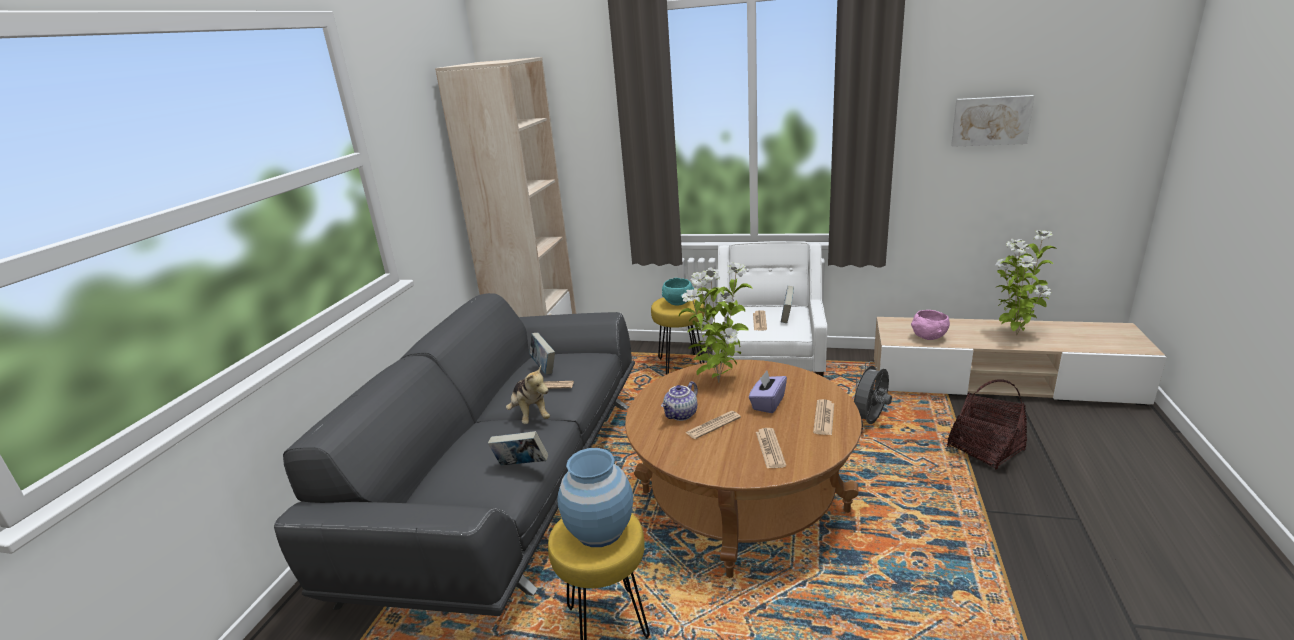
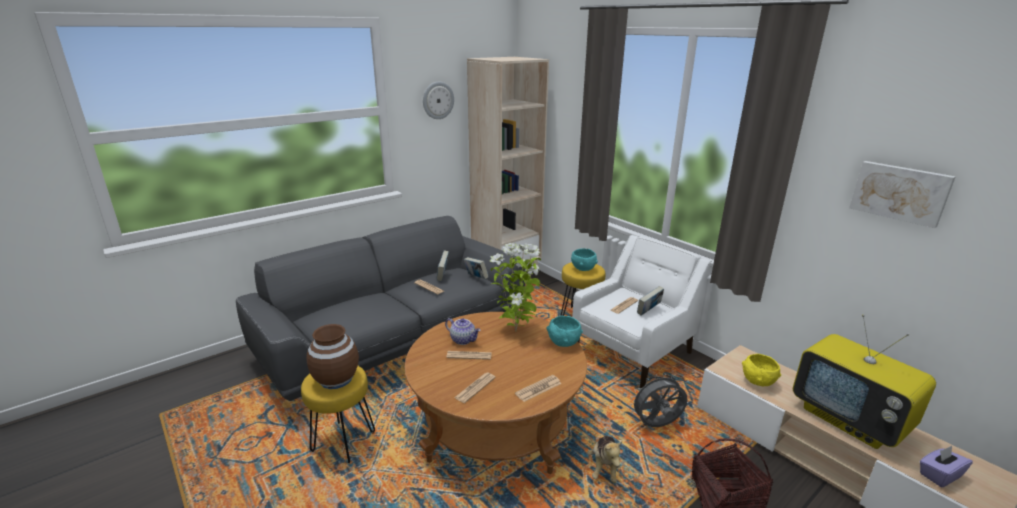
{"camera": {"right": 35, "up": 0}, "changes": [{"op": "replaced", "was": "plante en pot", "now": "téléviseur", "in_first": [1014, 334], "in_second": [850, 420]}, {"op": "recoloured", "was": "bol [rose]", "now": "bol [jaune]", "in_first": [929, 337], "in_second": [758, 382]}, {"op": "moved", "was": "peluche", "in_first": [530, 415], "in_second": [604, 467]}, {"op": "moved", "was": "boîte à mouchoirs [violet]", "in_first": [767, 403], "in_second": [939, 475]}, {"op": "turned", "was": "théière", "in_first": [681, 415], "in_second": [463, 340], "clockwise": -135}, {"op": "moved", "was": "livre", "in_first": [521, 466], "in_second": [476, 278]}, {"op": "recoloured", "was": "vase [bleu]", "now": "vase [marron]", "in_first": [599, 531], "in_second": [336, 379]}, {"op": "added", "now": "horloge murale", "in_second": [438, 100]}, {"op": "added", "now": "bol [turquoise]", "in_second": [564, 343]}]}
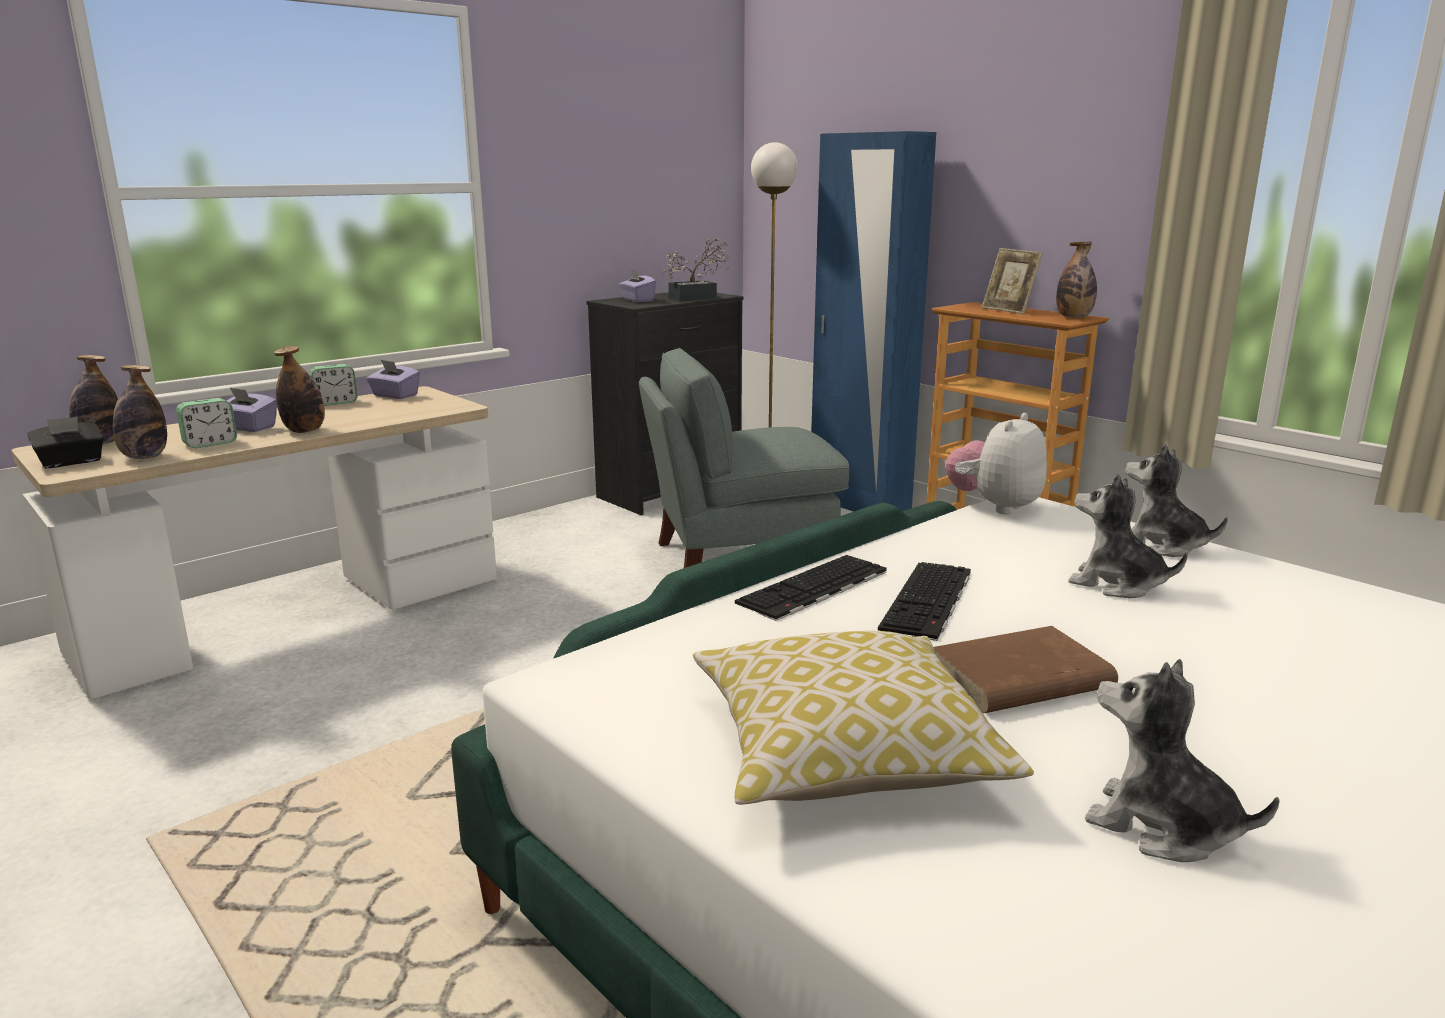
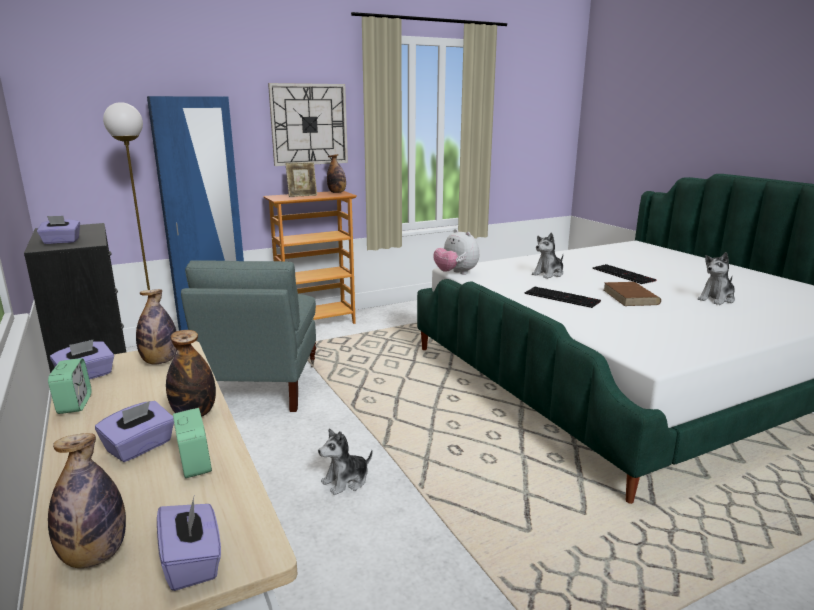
{"camera": {"right": -75, "up": 0}, "changes": [{"op": "removed", "was": "plante en pot", "in_first": [698, 298]}, {"op": "moved", "was": "bouteille", "in_first": [144, 457], "in_second": [160, 361]}, {"op": "recoloured", "was": "boîte à mouchoirs [noir]", "now": "boîte à mouchoirs [violet]", "in_first": [71, 462], "in_second": [193, 562]}, {"op": "moved", "was": "peluche", "in_first": [1162, 545], "in_second": [346, 481]}, {"op": "moved", "was": "clavier", "in_first": [814, 588], "in_second": [624, 274]}, {"op": "removed", "was": "coussin", "in_first": [842, 752]}, {"op": "added", "now": "horloge murale", "in_second": [309, 124]}]}
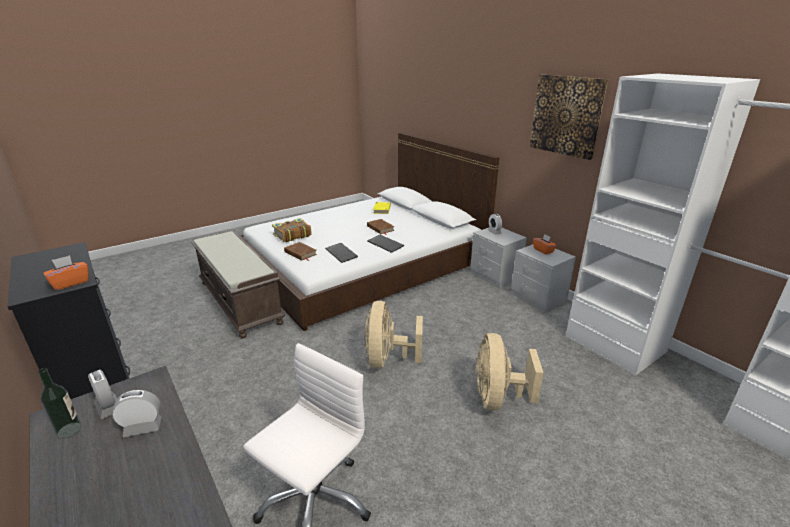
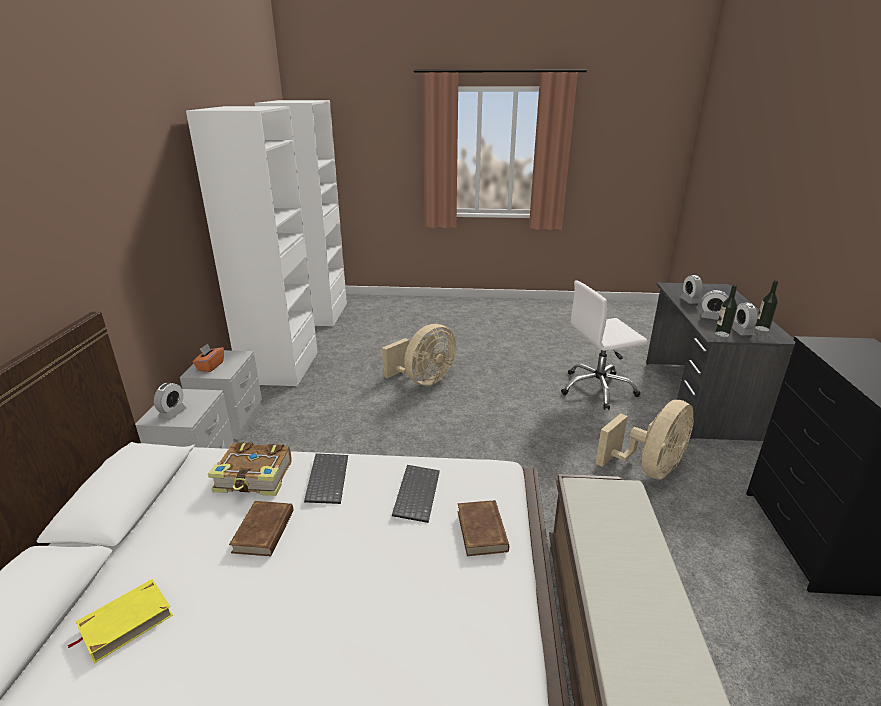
{"camera": {"right": -140, "up": 0}, "changes": [{"op": "removed", "was": "tableau", "in_first": [566, 116]}, {"op": "moved", "was": "livre", "in_first": [292, 235], "in_second": [255, 478]}, {"op": "removed", "was": "boîte à mouchoirs [orange]", "in_first": [70, 283]}, {"op": "moved", "was": "ventilateur [beige]", "in_first": [387, 359], "in_second": [648, 469]}, {"op": "added", "now": "réveil", "in_second": [689, 300]}, {"op": "added", "now": "bouteille", "in_second": [722, 334]}]}
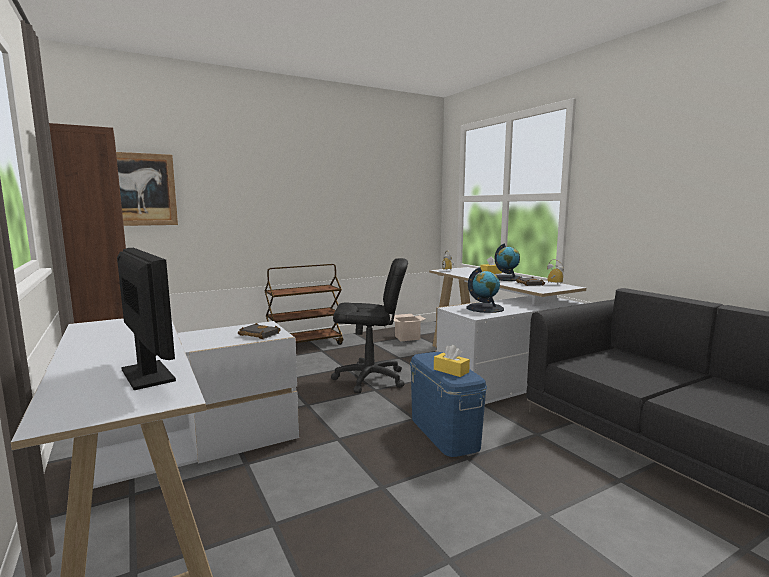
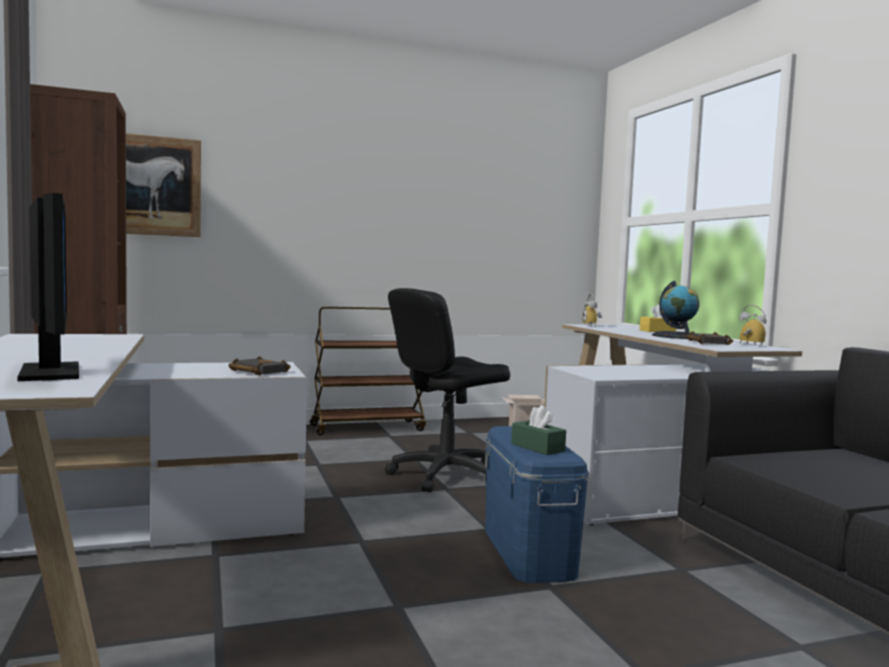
{"camera": {"right": 10, "up": -5}, "changes": [{"op": "turned", "was": "chaise de bureau [noir]", "in_first": [370, 379], "in_second": [445, 475], "clockwise": 135}, {"op": "removed", "was": "globe", "in_first": [485, 308]}, {"op": "recoloured", "was": "boîte à mouchoirs [jaune]", "now": "boîte à mouchoirs [vert]", "in_first": [451, 371], "in_second": [537, 447]}]}
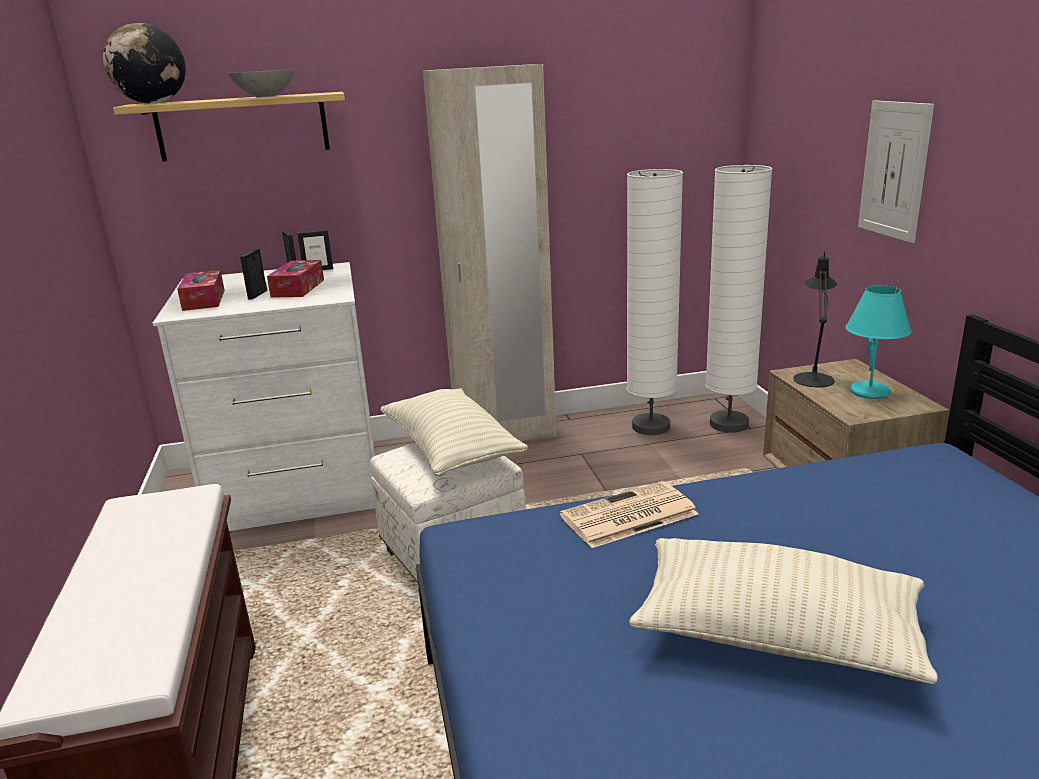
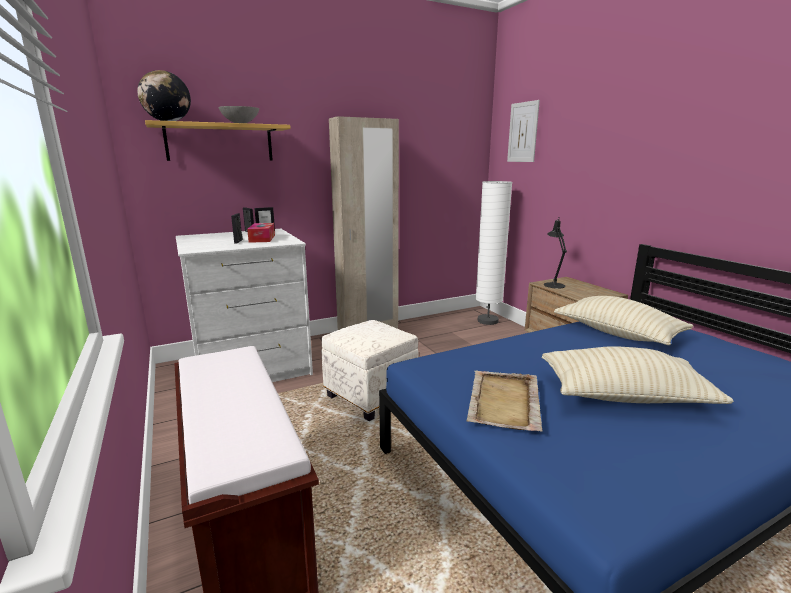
{"camera": {"right": -15, "up": -5}, "changes": [{"op": "moved", "was": "tableau", "in_first": [894, 170], "in_second": [523, 132]}, {"op": "removed", "was": "lampadaire [blanc]", "in_first": [651, 427]}, {"op": "removed", "was": "boîte à mouchoirs", "in_first": [204, 300]}, {"op": "removed", "was": "lampe de table [turquoise]", "in_first": [870, 392]}, {"op": "moved", "was": "coussin [beige]", "in_first": [451, 450], "in_second": [618, 334]}, {"op": "removed", "was": "journal", "in_first": [627, 516]}, {"op": "added", "now": "plateau [beige]", "in_second": [503, 402]}]}
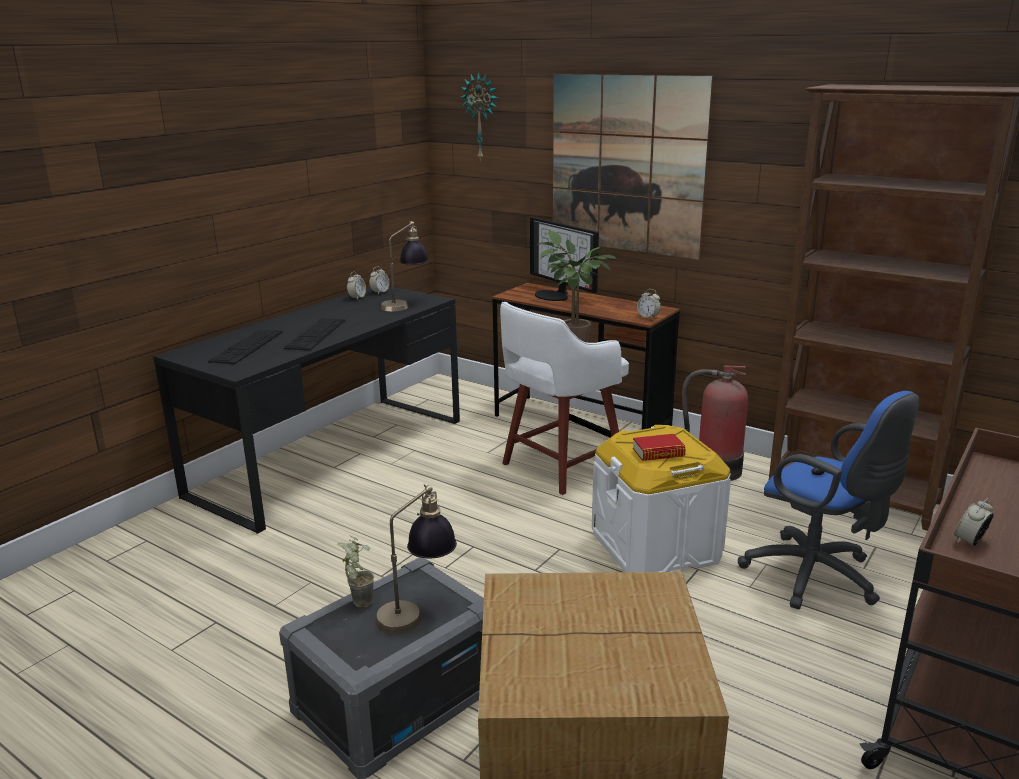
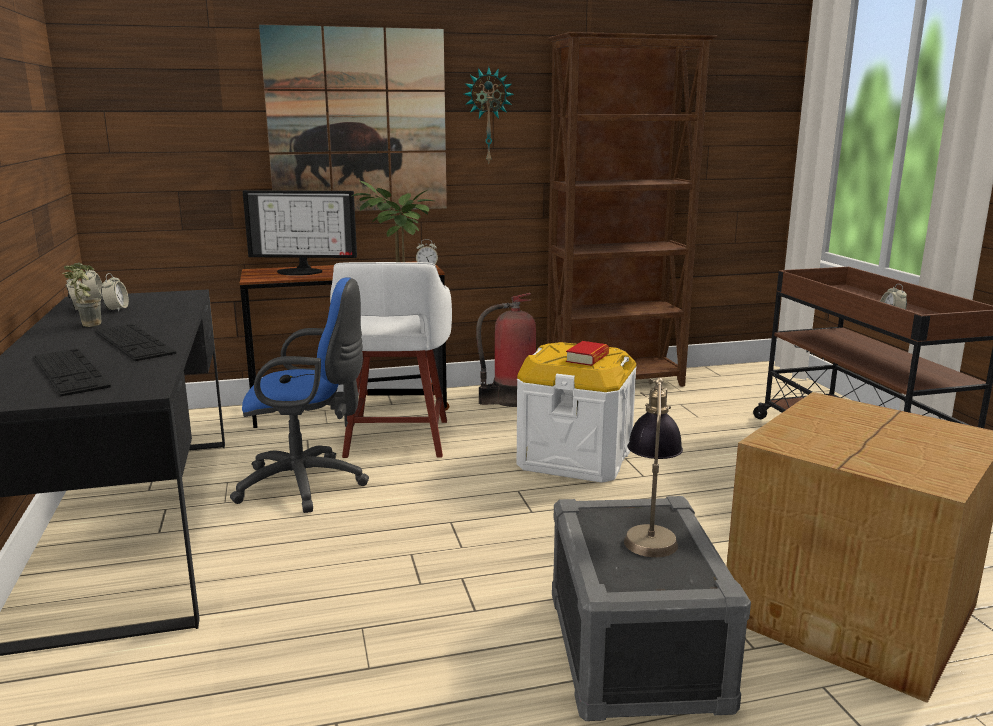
{"camera": {"right": -50, "up": -5}, "changes": [{"op": "moved", "was": "horloge murale", "in_first": [481, 116], "in_second": [487, 116]}, {"op": "removed", "was": "lampe de table", "in_first": [405, 305]}, {"op": "moved", "was": "chaise de bureau [bleu]", "in_first": [817, 577], "in_second": [308, 485]}, {"op": "moved", "was": "plante en pot", "in_first": [358, 599], "in_second": [85, 325]}, {"op": "added", "now": "réveil", "in_second": [117, 309]}]}
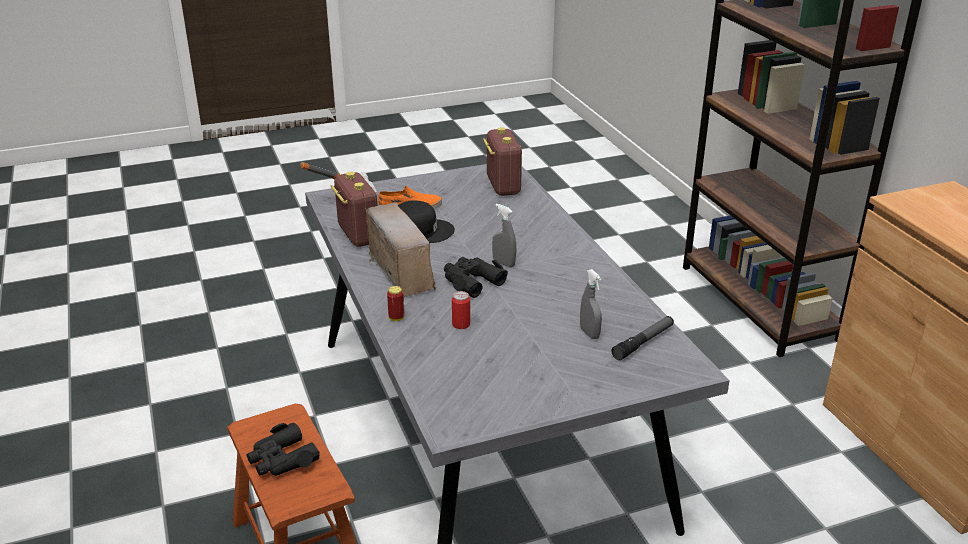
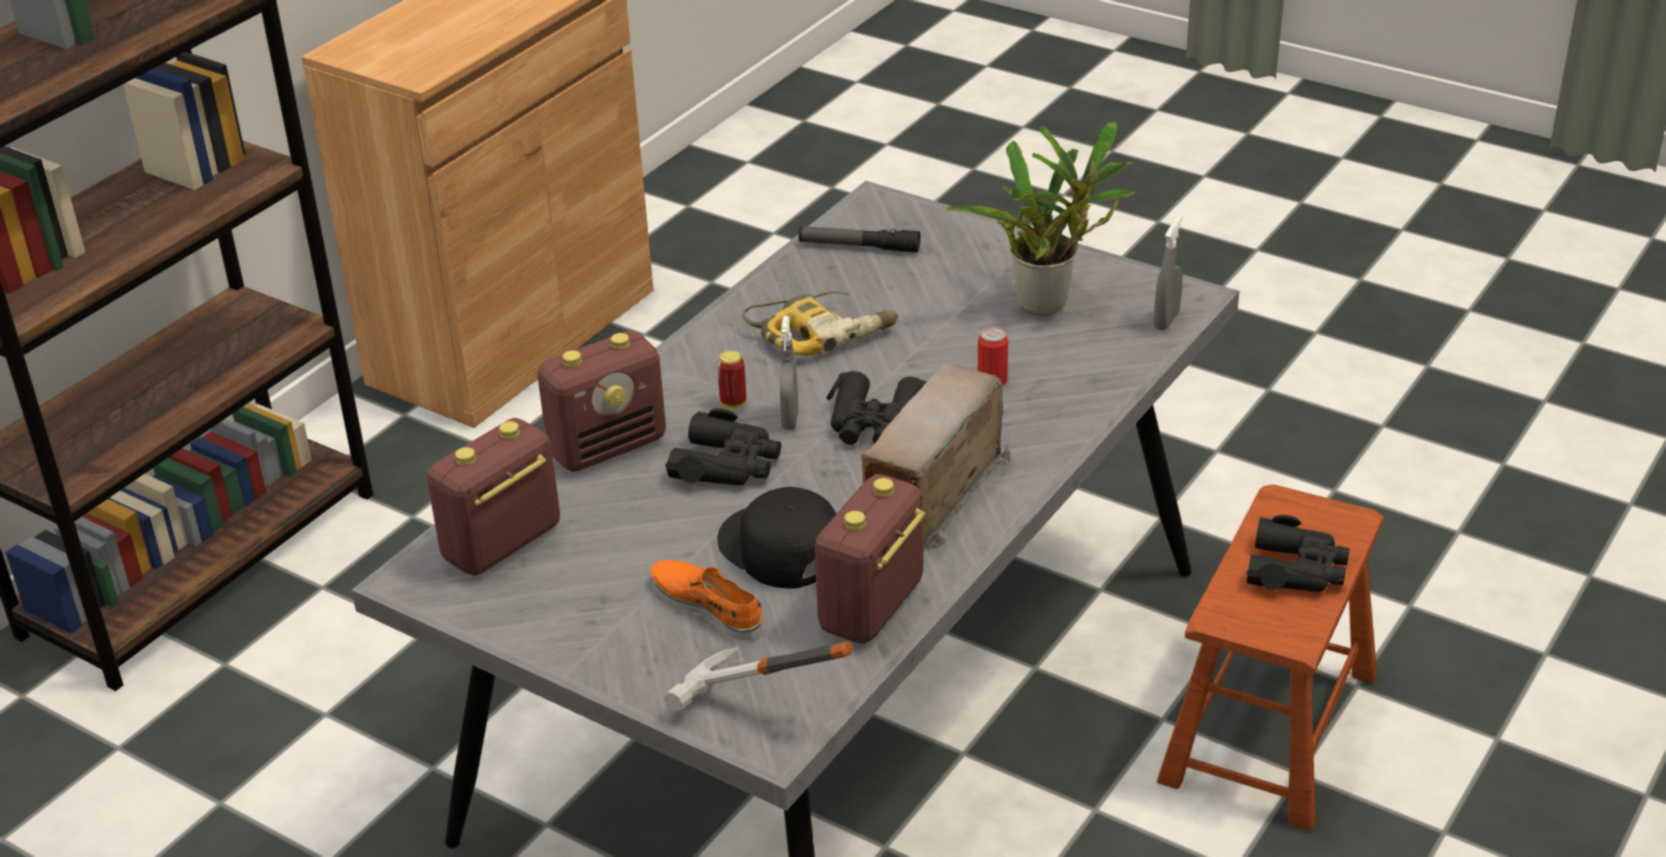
{"camera": {"right": -125, "up": 5}, "changes": [{"op": "moved", "was": "vaporisateur [gris]", "in_first": [589, 333], "in_second": [1166, 320]}, {"op": "moved", "was": "boîte métallique", "in_first": [396, 318], "in_second": [733, 403]}, {"op": "added", "now": "plante en pot", "in_second": [1049, 303]}, {"op": "added", "now": "perceuse", "in_second": [822, 332]}, {"op": "added", "now": "radio", "in_second": [608, 447]}, {"op": "added", "now": "jumelles [noir]", "in_second": [727, 464]}]}
